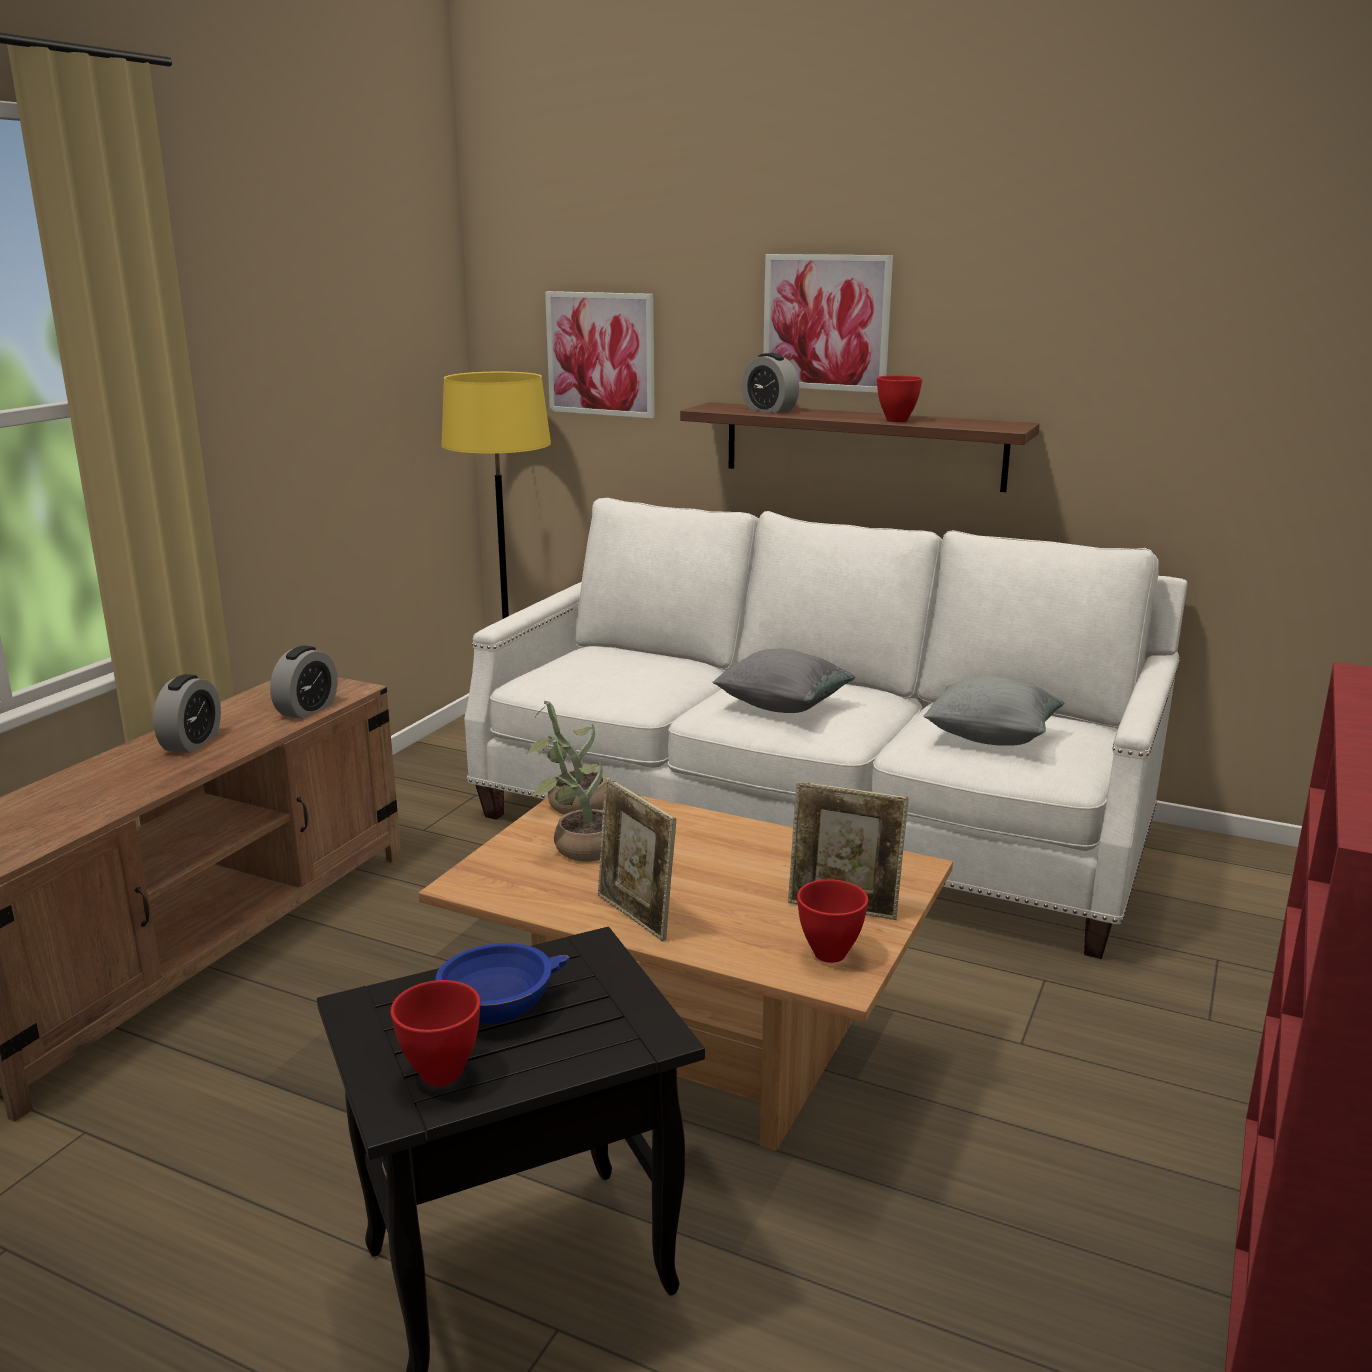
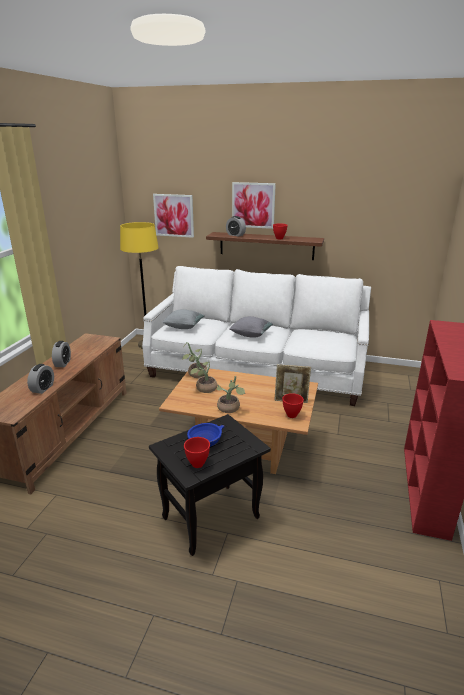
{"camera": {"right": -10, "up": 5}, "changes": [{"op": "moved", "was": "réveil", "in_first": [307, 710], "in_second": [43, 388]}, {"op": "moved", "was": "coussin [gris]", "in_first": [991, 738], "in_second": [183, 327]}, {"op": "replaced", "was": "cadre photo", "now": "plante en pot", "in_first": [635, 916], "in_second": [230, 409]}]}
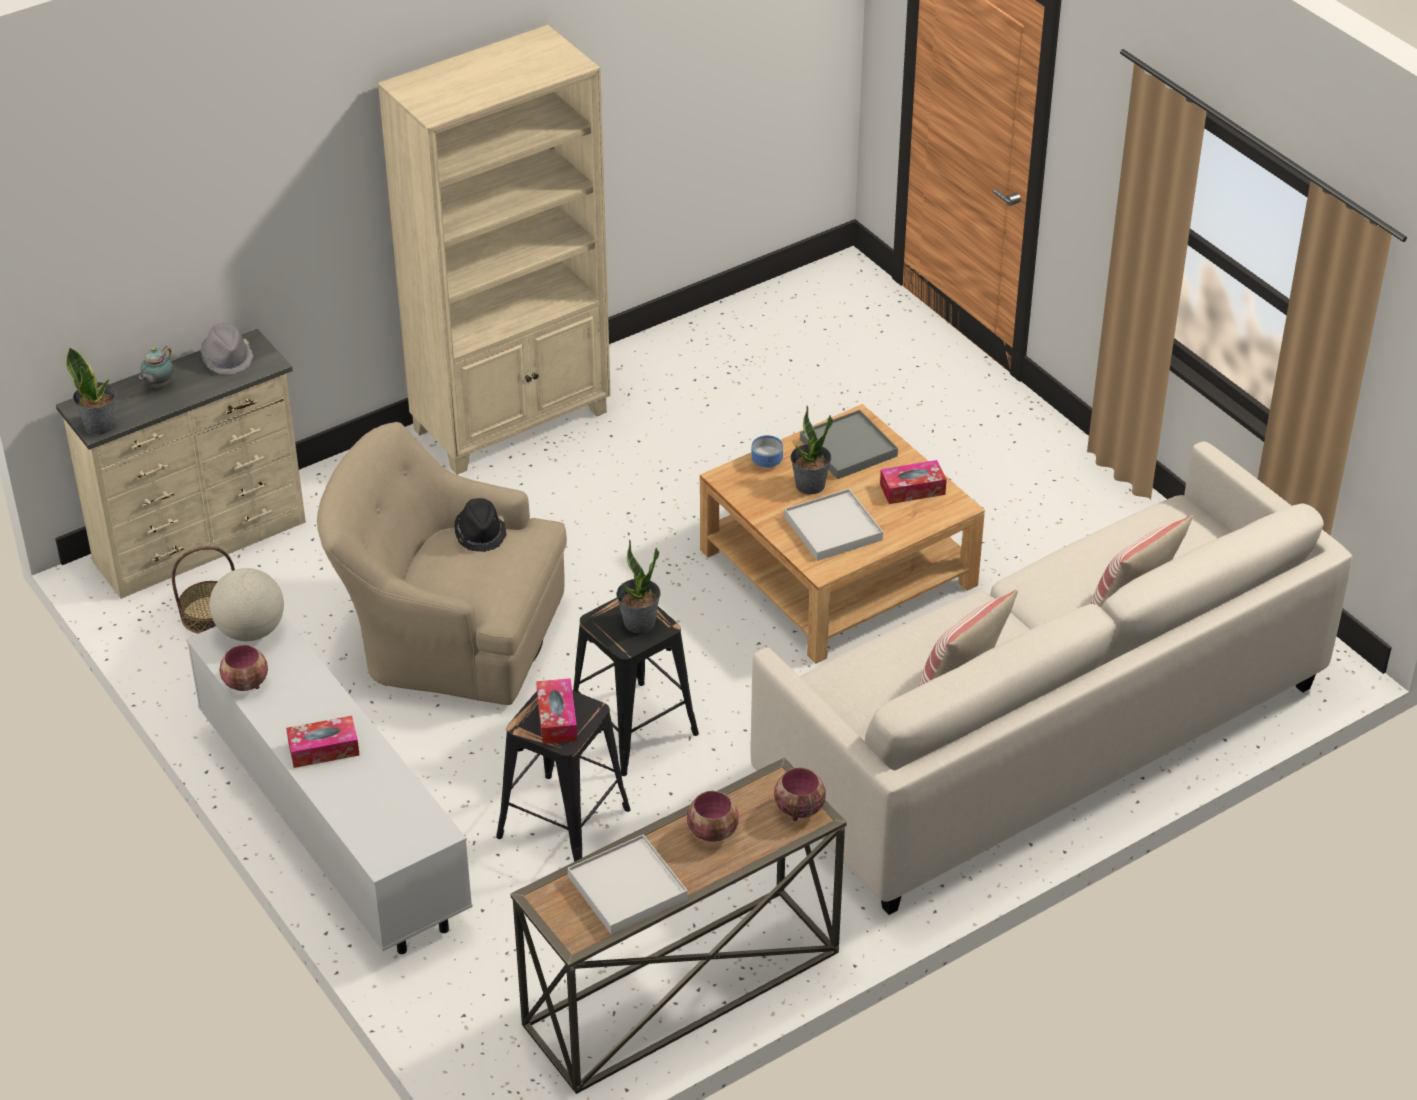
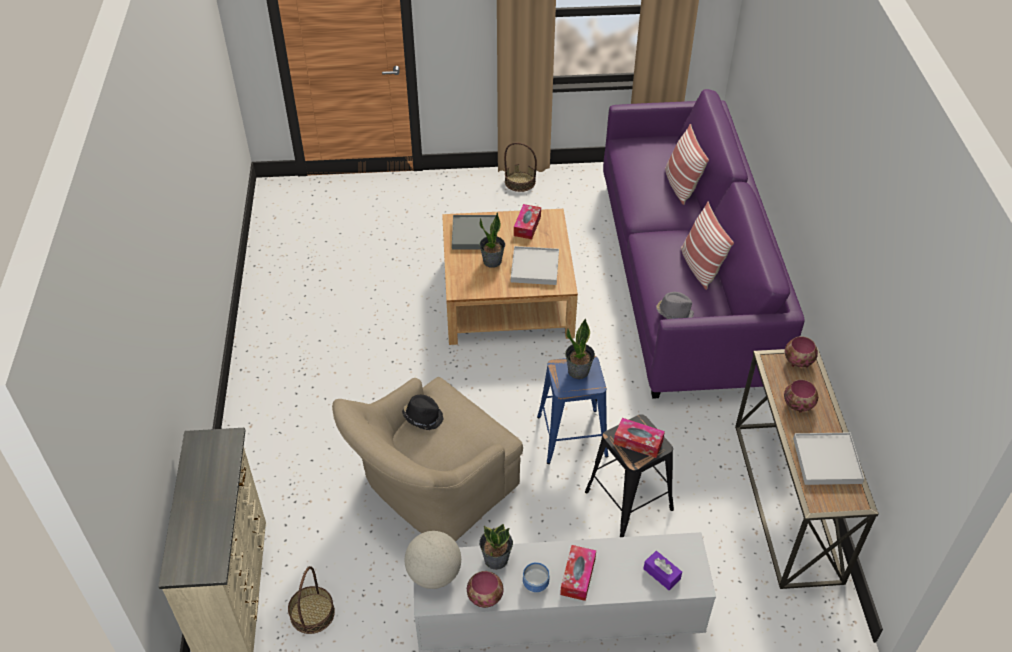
{"camera": {"right": -60, "up": 5}, "changes": [{"op": "removed", "was": "bibliothèque [beige]", "in_first": [513, 421]}, {"op": "moved", "was": "chapeau [gris]", "in_first": [227, 358], "in_second": [674, 313]}, {"op": "removed", "was": "théière", "in_first": [158, 385]}, {"op": "moved", "was": "plante en pot", "in_first": [100, 425], "in_second": [496, 558]}, {"op": "moved", "was": "bol", "in_first": [765, 462], "in_second": [535, 584]}, {"op": "recoloured", "was": "canapé [blanc]", "now": "canapé [violet]", "in_first": [1043, 735], "in_second": [684, 279]}, {"op": "recoloured", "was": "tabouret [noir]", "now": "tabouret [bleu]", "in_first": [631, 728], "in_second": [572, 436]}, {"op": "added", "now": "panier", "in_second": [520, 182]}, {"op": "added", "now": "boîte à mouchoirs [violet]", "in_second": [661, 574]}]}
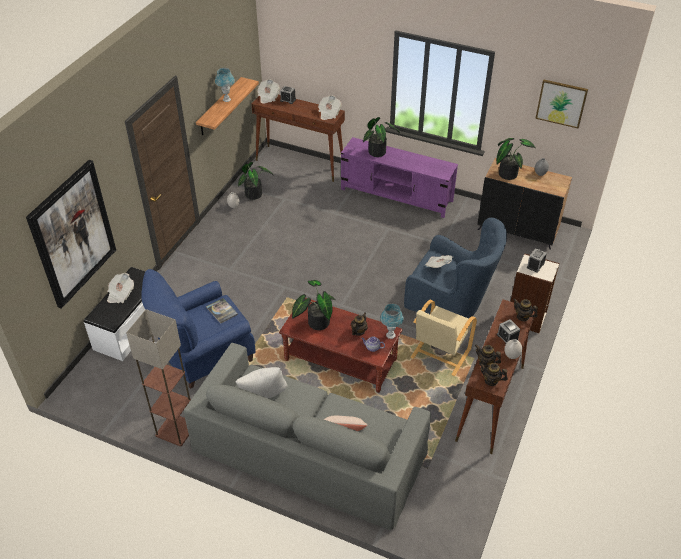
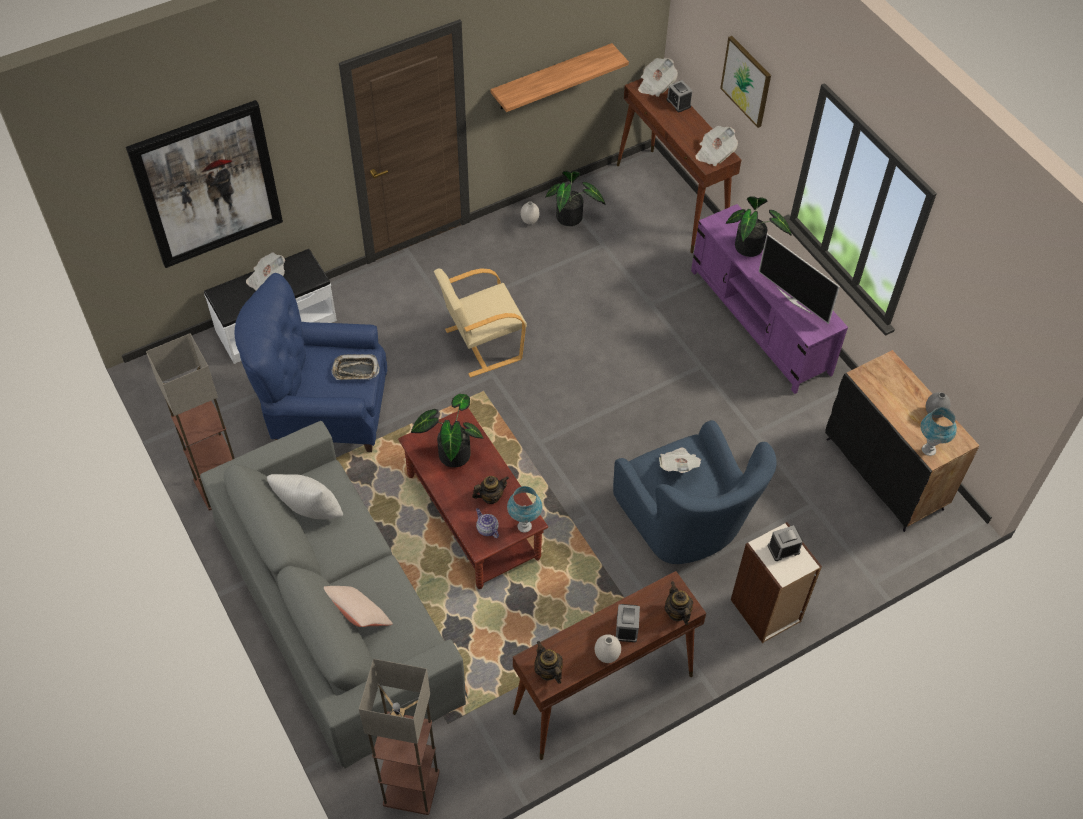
{"camera": {"right": 35, "up": 10}, "changes": [{"op": "moved", "was": "lampe de table [bleu]", "in_first": [226, 100], "in_second": [928, 450]}, {"op": "moved", "was": "tableau", "in_first": [561, 103], "in_second": [746, 81]}, {"op": "removed", "was": "plante en pot", "in_first": [508, 173]}, {"op": "replaced", "was": "livre", "now": "plateau", "in_first": [222, 311], "in_second": [355, 370]}, {"op": "moved", "was": "fauteuil [beige]", "in_first": [440, 354], "in_second": [481, 344]}, {"op": "removed", "was": "théière", "in_first": [485, 362]}, {"op": "added", "now": "téléviseur", "in_second": [794, 300]}, {"op": "added", "now": "lampadaire", "in_second": [410, 788]}]}
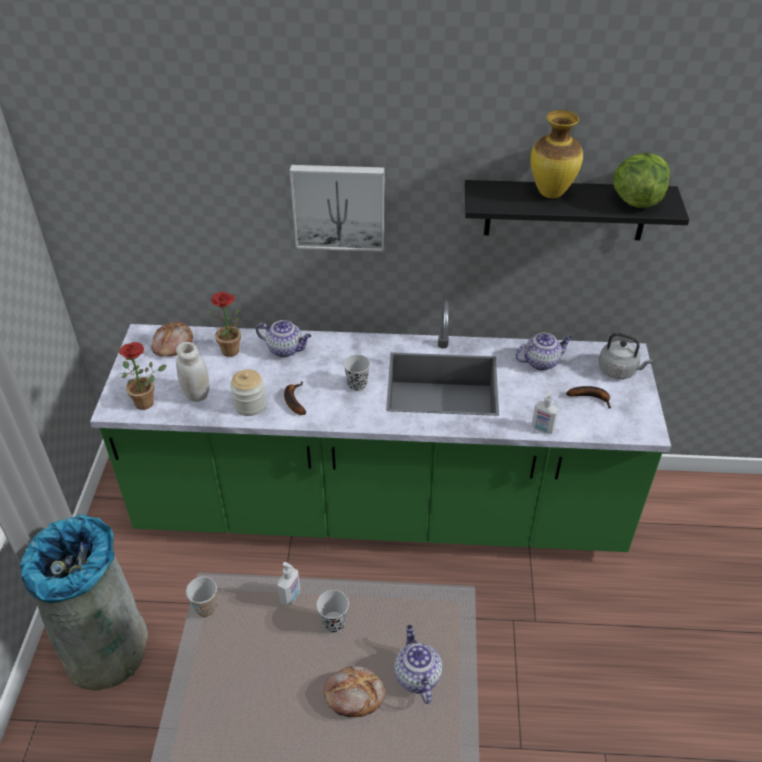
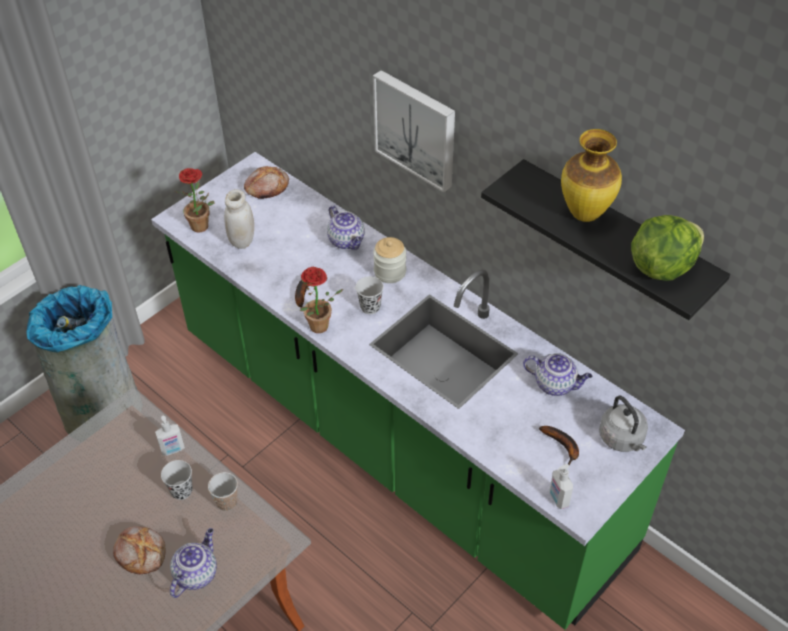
{"camera": {"right": 40, "up": 5}, "changes": [{"op": "moved", "was": "plante en pot", "in_first": [233, 352], "in_second": [319, 329]}, {"op": "moved", "was": "bocal", "in_first": [250, 405], "in_second": [390, 272]}, {"op": "moved", "was": "distributeur de savon", "in_first": [542, 429], "in_second": [558, 499]}, {"op": "moved", "was": "tasse", "in_first": [206, 608], "in_second": [227, 502]}]}
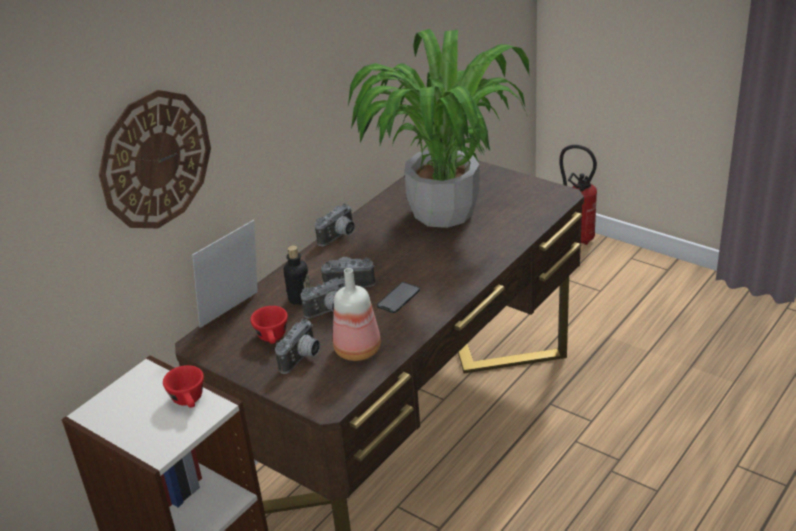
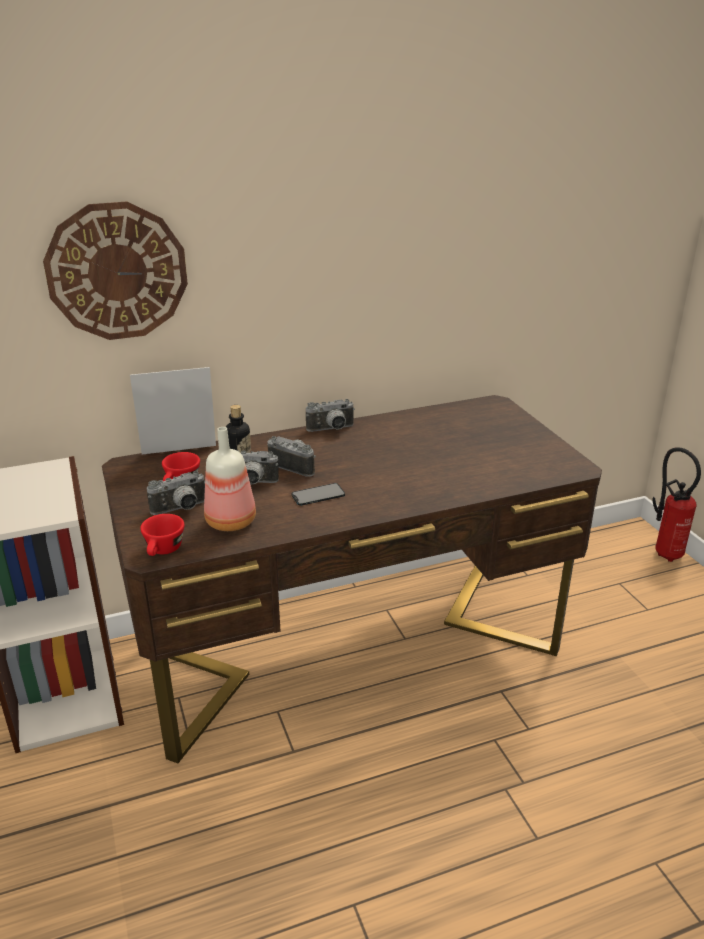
{"camera": {"right": 30, "up": -5}, "changes": [{"op": "removed", "was": "plante en pot", "in_first": [442, 211]}, {"op": "moved", "was": "tasse [rouge]", "in_first": [189, 401], "in_second": [163, 551]}]}
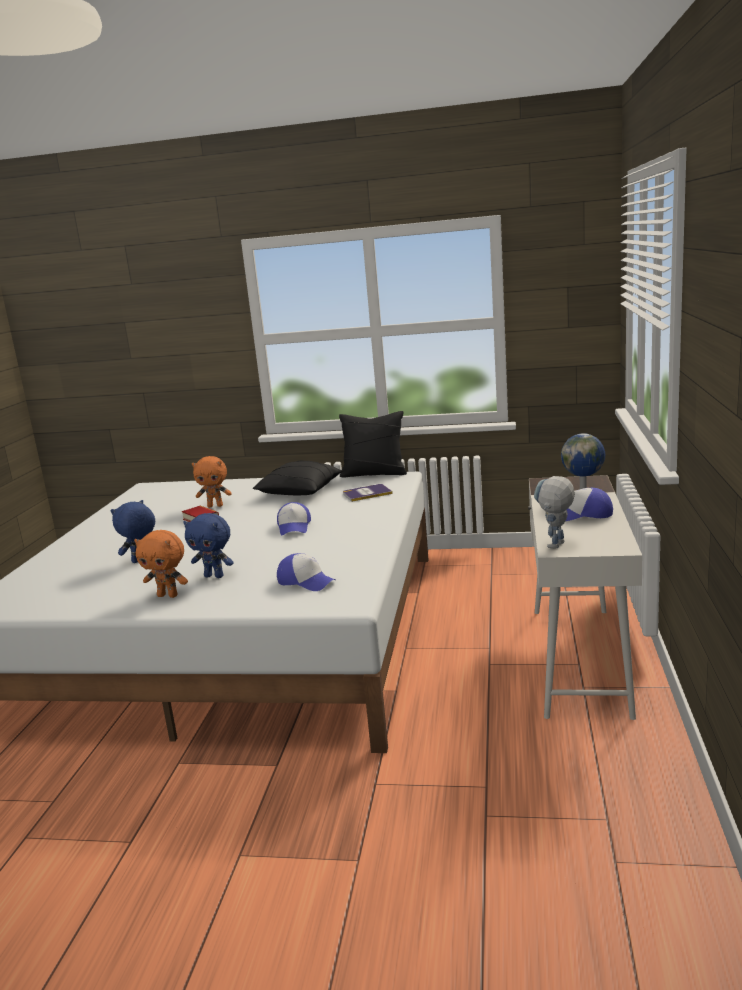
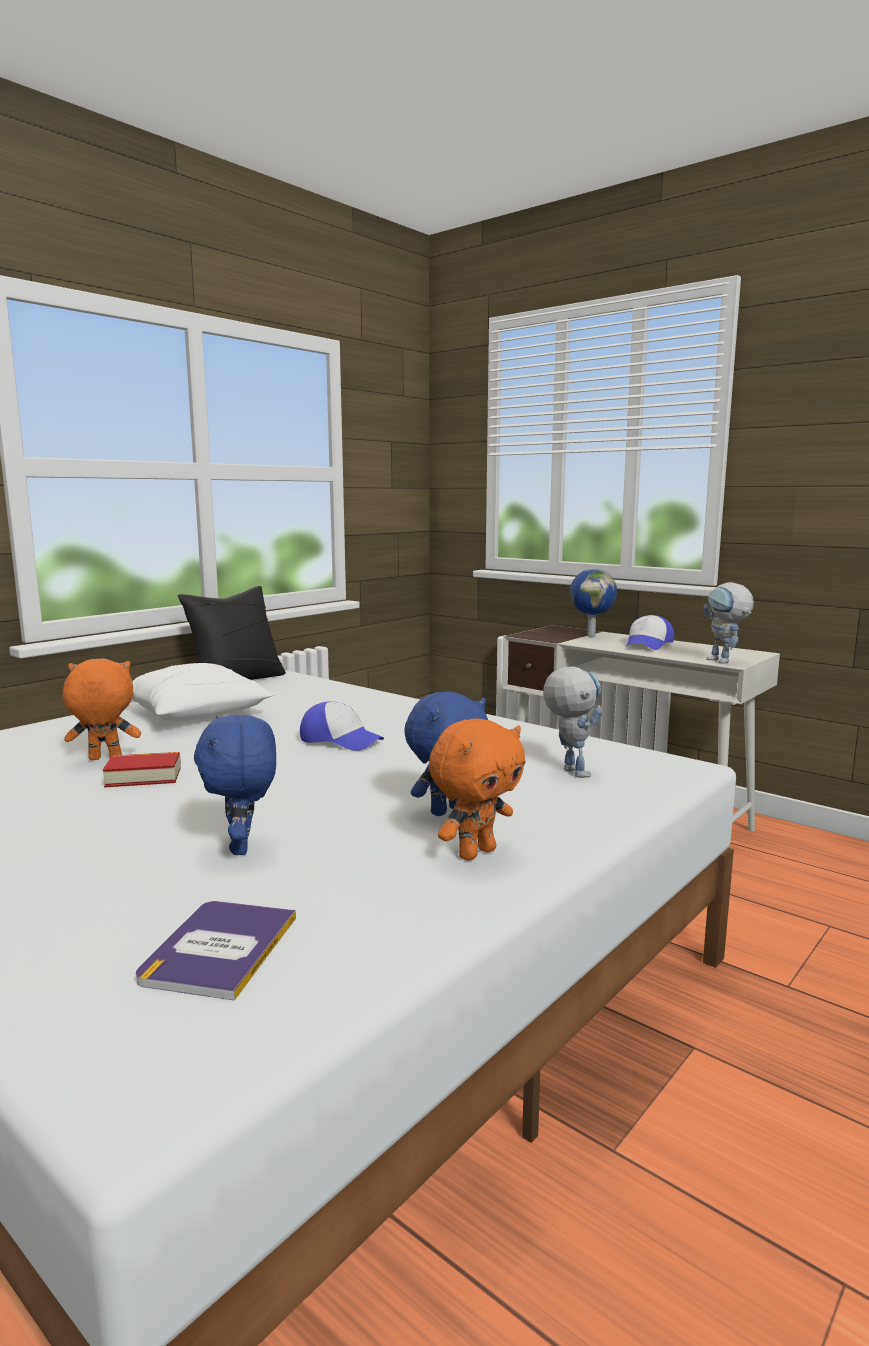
{"camera": {"right": -60, "up": -5}, "changes": [{"op": "turned", "was": "peluche [orange]", "in_first": [215, 506], "in_second": [104, 759], "clockwise": -135}, {"op": "recoloured", "was": "coussin [noir]", "now": "coussin [blanc]", "in_first": [299, 492], "in_second": [197, 714]}, {"op": "moved", "was": "livre", "in_first": [367, 493], "in_second": [219, 949]}, {"op": "replaced", "was": "casquette", "now": "robot jouet", "in_first": [306, 581], "in_second": [569, 770]}]}
